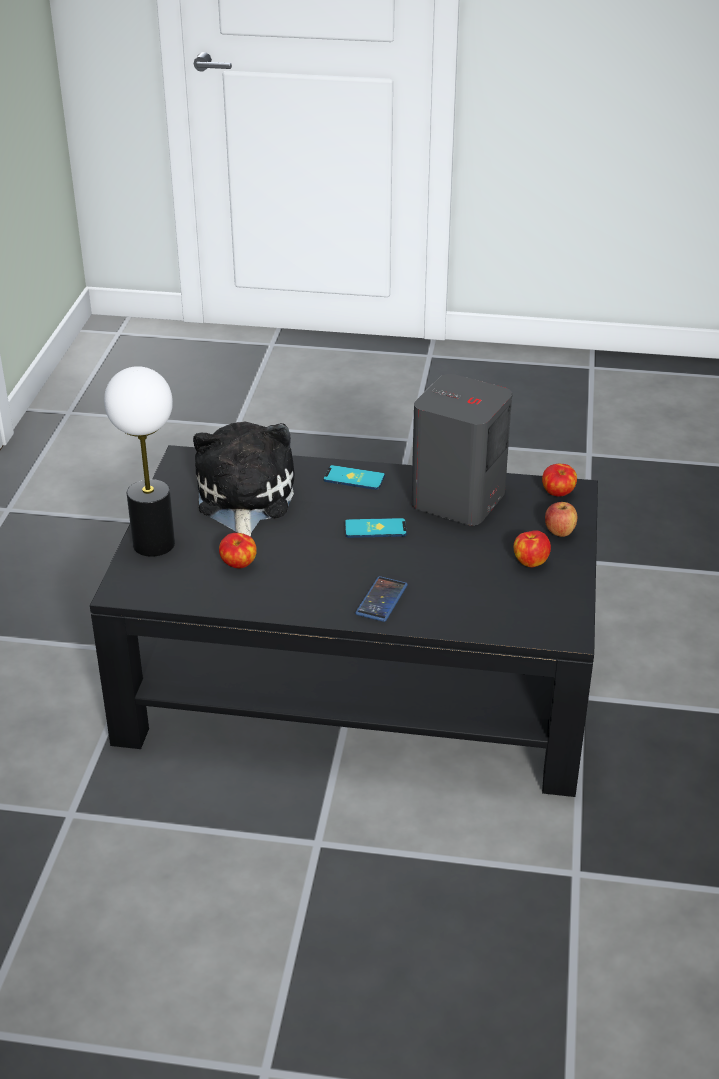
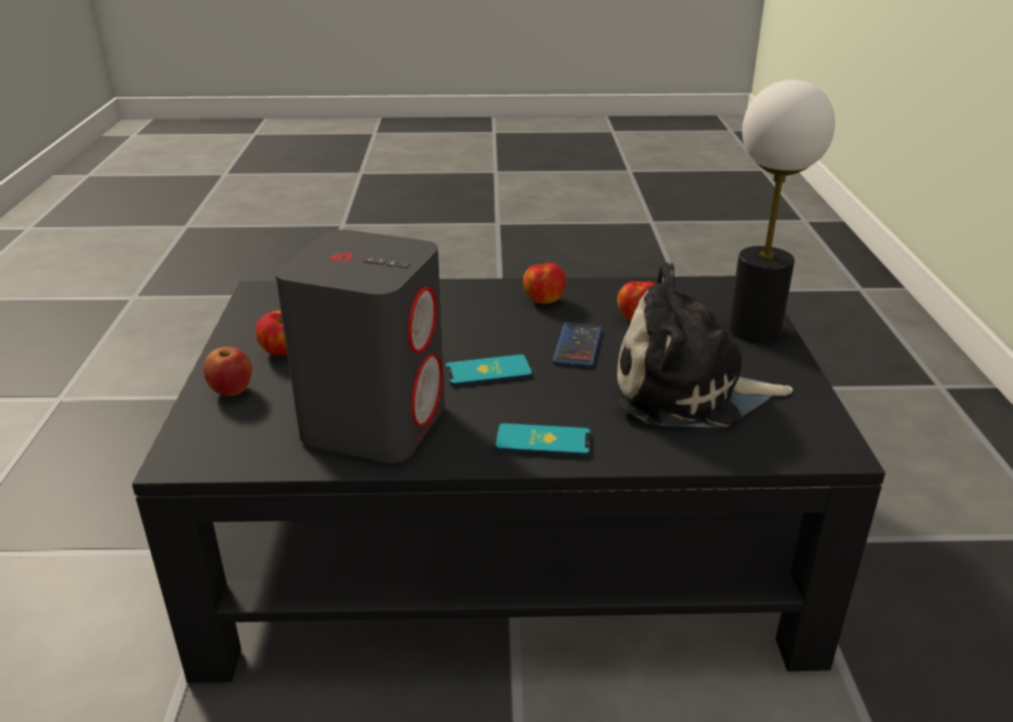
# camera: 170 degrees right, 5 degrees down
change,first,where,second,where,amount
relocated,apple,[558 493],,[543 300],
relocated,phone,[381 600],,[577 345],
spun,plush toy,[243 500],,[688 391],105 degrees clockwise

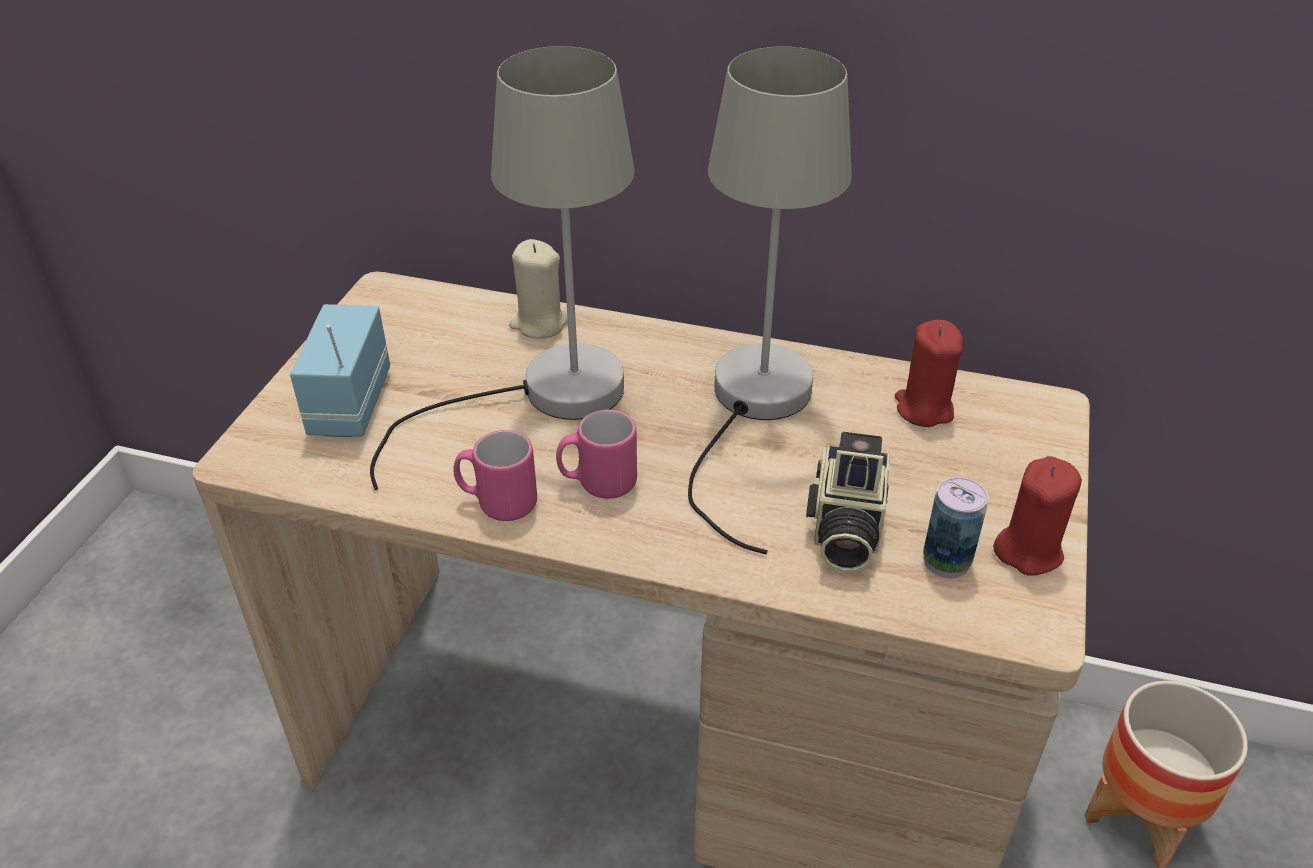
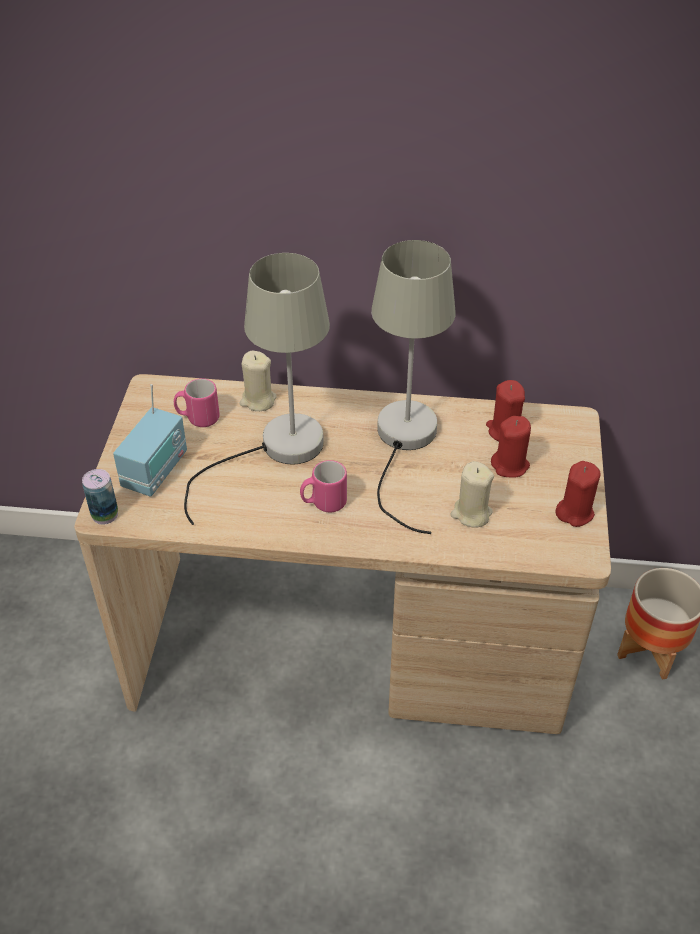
# camera: 10 degrees left, 5 degrees up
change,first,where,second,where,amount
relocated,can,[946 561],,[105 515],
spun,radio,[349 404],,[156 471],150 degrees counterclockwise
relocated,mug (pink),[497 503],,[198 418],
exchanged,photo camera,[843 530],candle (beige),[471 513],
appeared,,,candle (red),[510 465],

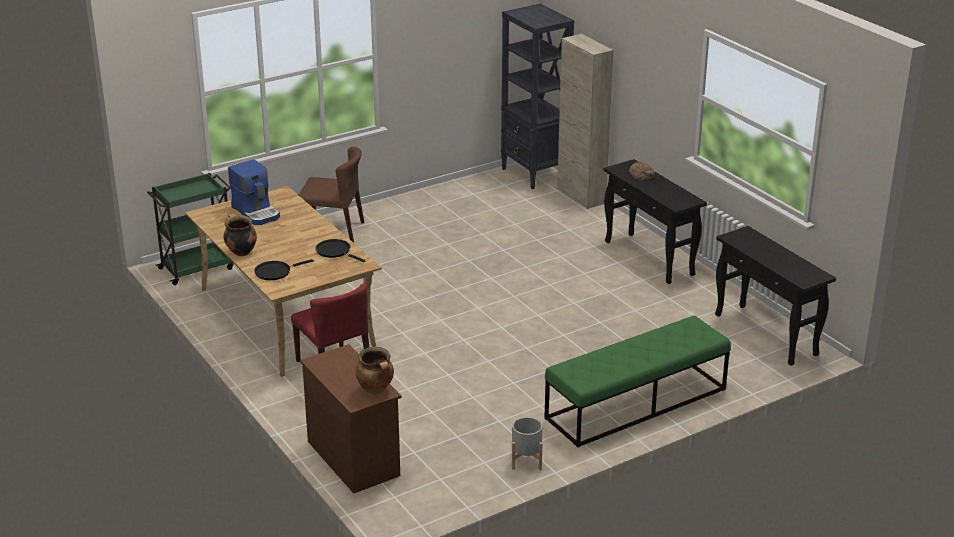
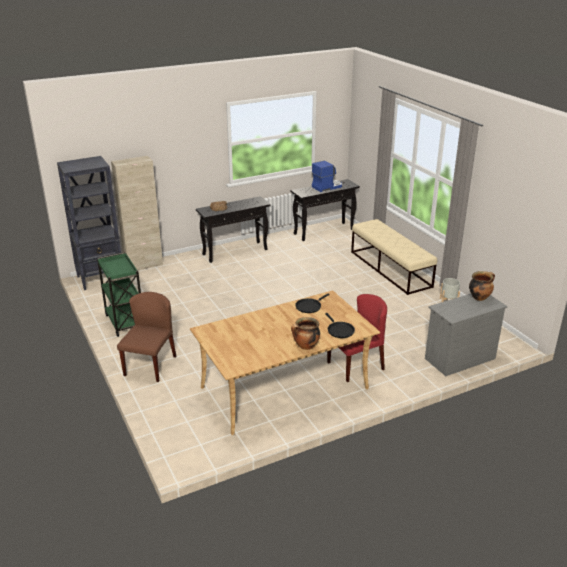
# camera: 85 degrees left, 0 degrees up
change,first,where,second,where,amount
relocated,cart (green),[197 268],,[125 321],
relocated,coffee machine,[256 212],,[326 187],
colour,bench (green),[635 404],bench (beige),[390 269],
colour,dresser (brown),[353 458],dresser (grey),[459 358],

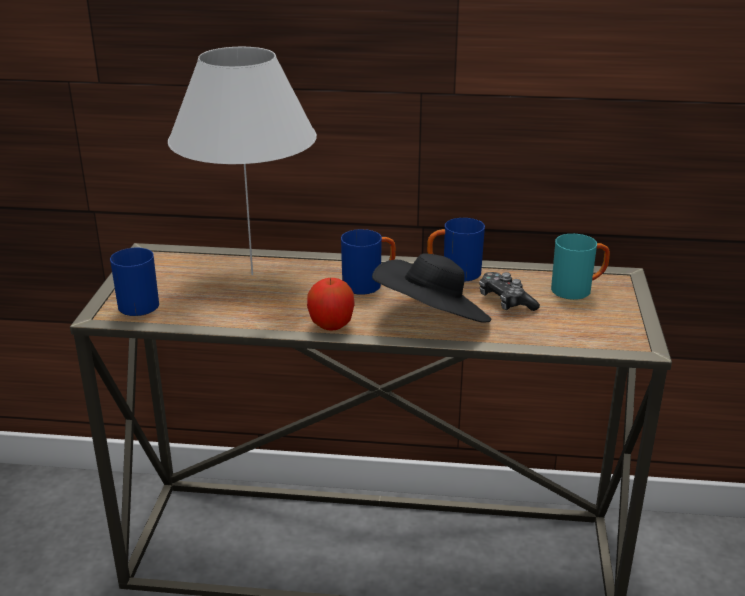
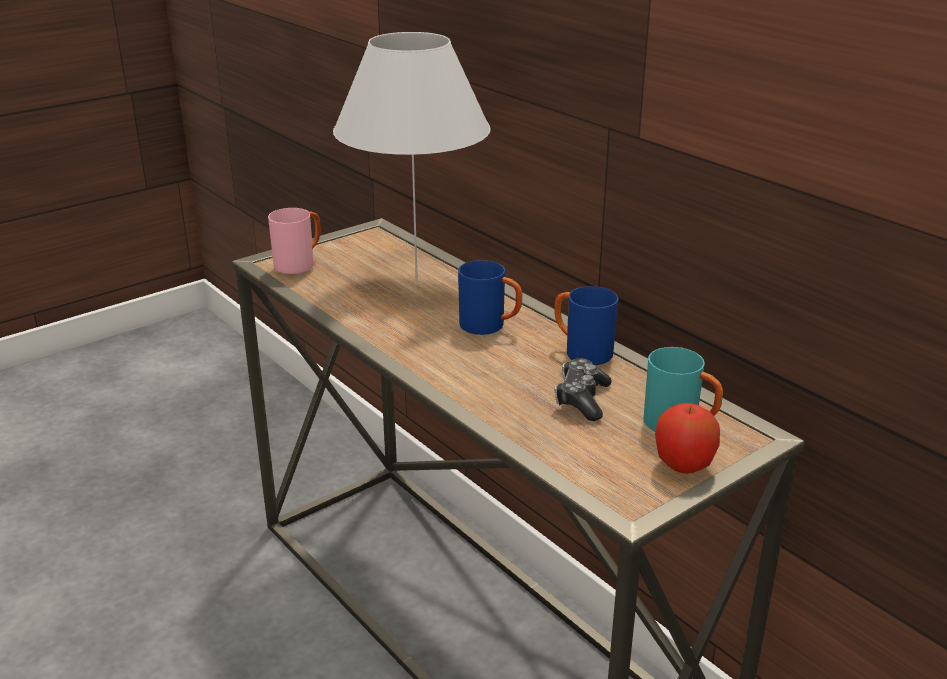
# camera: 45 degrees right, 0 degrees up
change,first,where,second,where,amount
colour,mug (blue),[139 302],mug (pink),[300 263],
relocated,apple,[331 325],,[683 464],
missing,hat (black),[432 320],,,

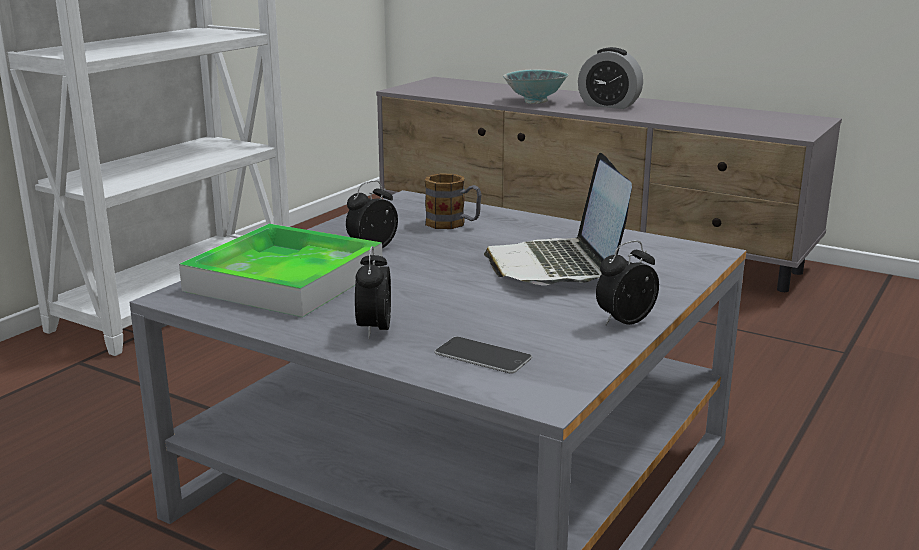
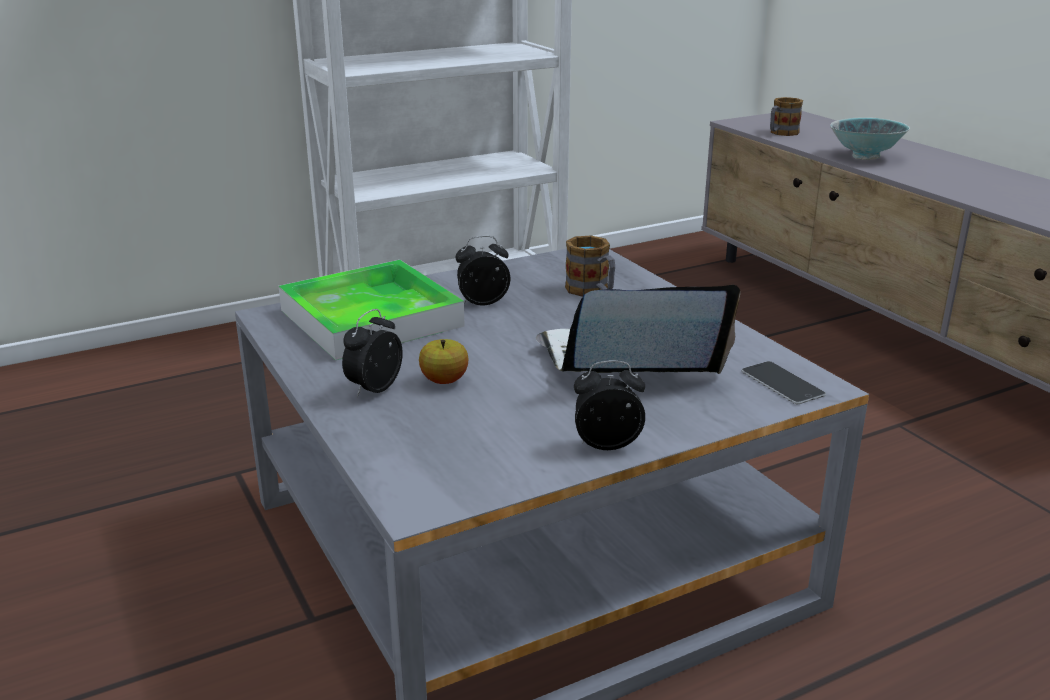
# camera: 30 degrees right, 5 degrees up
change,first,where,second,where,amount
appeared,,,apple,[444 380],
spun,laptop,[557 266],,[628 363],60 degrees clockwise
relocated,phone,[483 355],,[782 383],
appeared,,,mug,[781 133],
missing,alarm clock,[609 105],,,

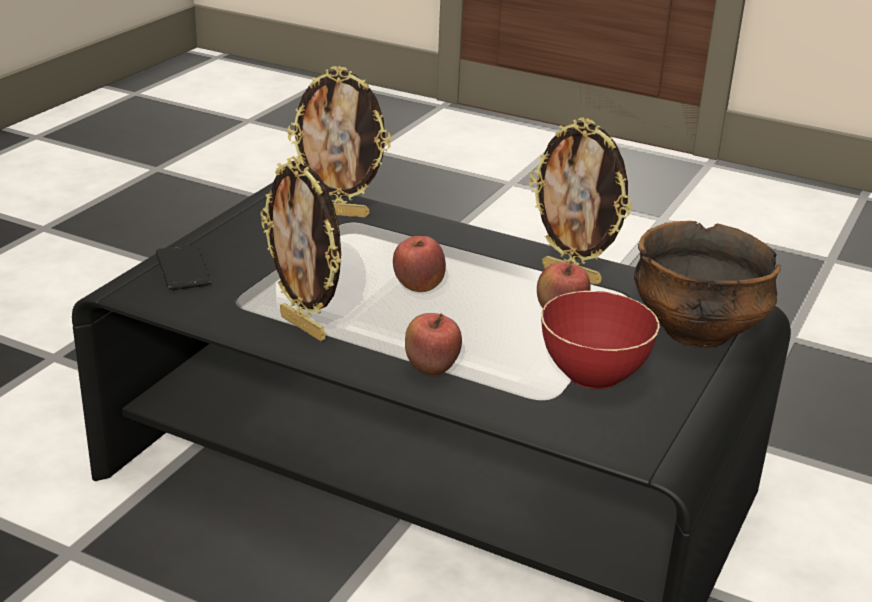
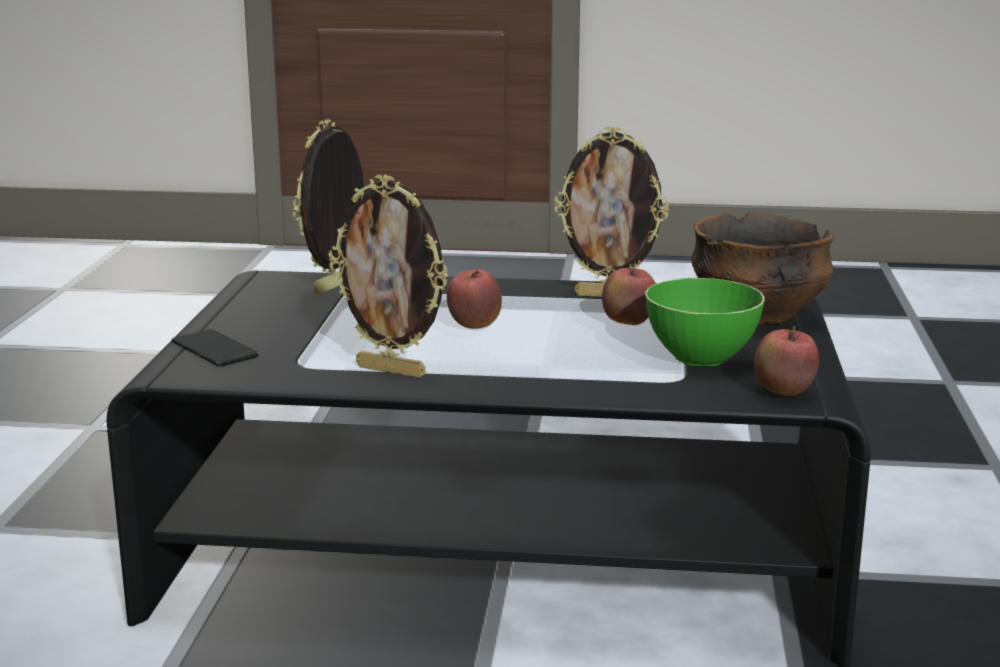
# camera: 20 degrees left, 10 degrees down
change,first,where,second,where,amount
spun,picture frame,[339 213],,[336 287],135 degrees clockwise
colour,bowl (red),[593 374],bowl (green),[701 357],
relocated,apple,[431 370],,[784 393],

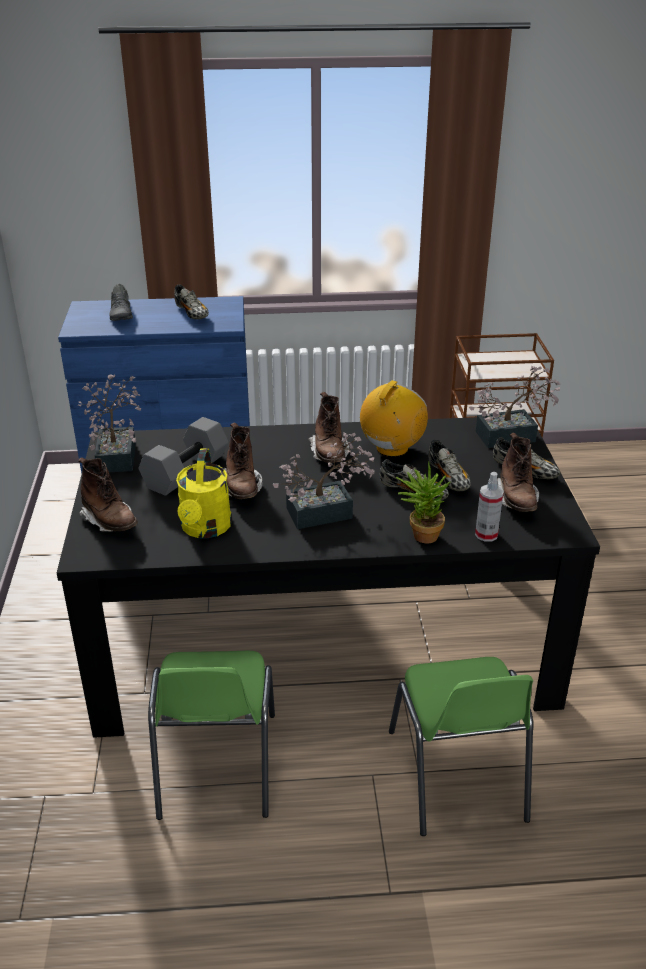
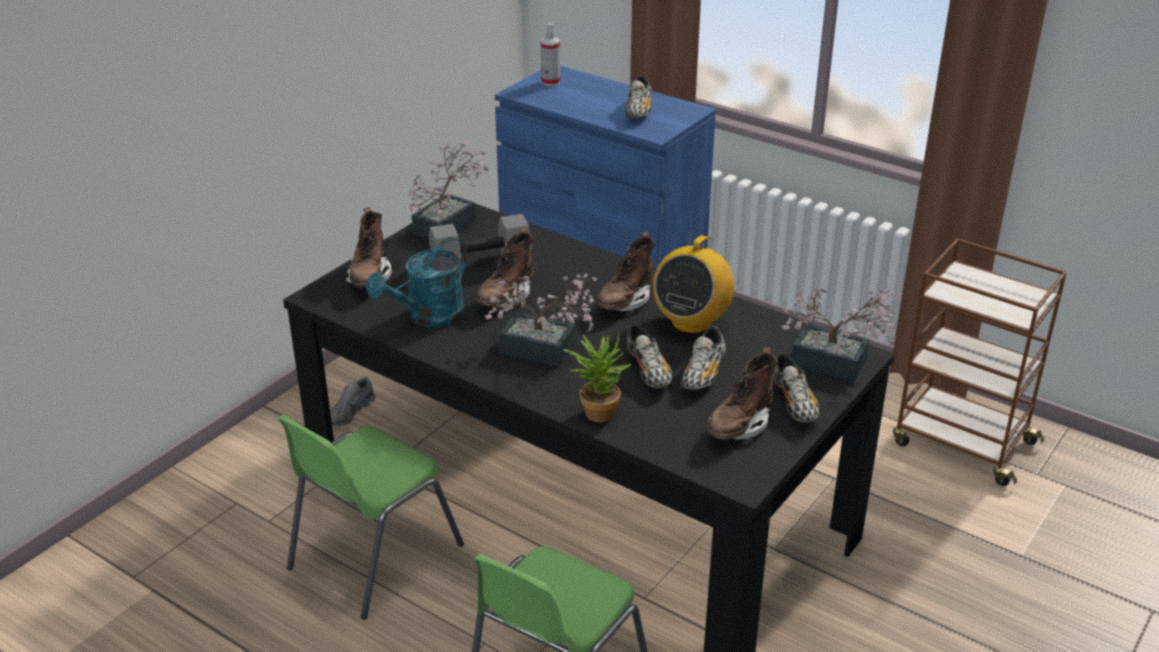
# camera: 40 degrees right, 0 degrees up
change,first,where,second,where,amount
relocated,shoe (grey),[122 314],,[349 413],
colour,watering can (yellow),[205 529],watering can (turquoise),[428 318],
relocated,spray bottle,[486 534],,[550 82],
spun,radio,[392 449],,[691 322],135 degrees clockwise

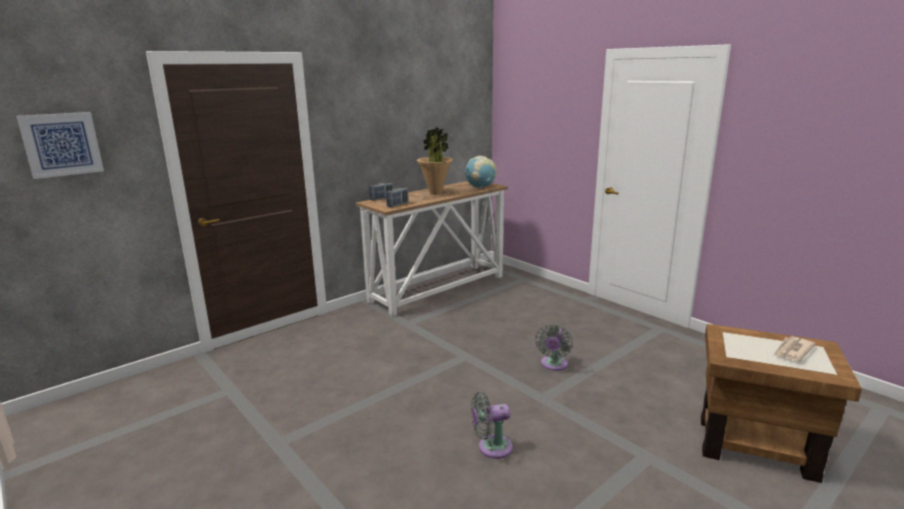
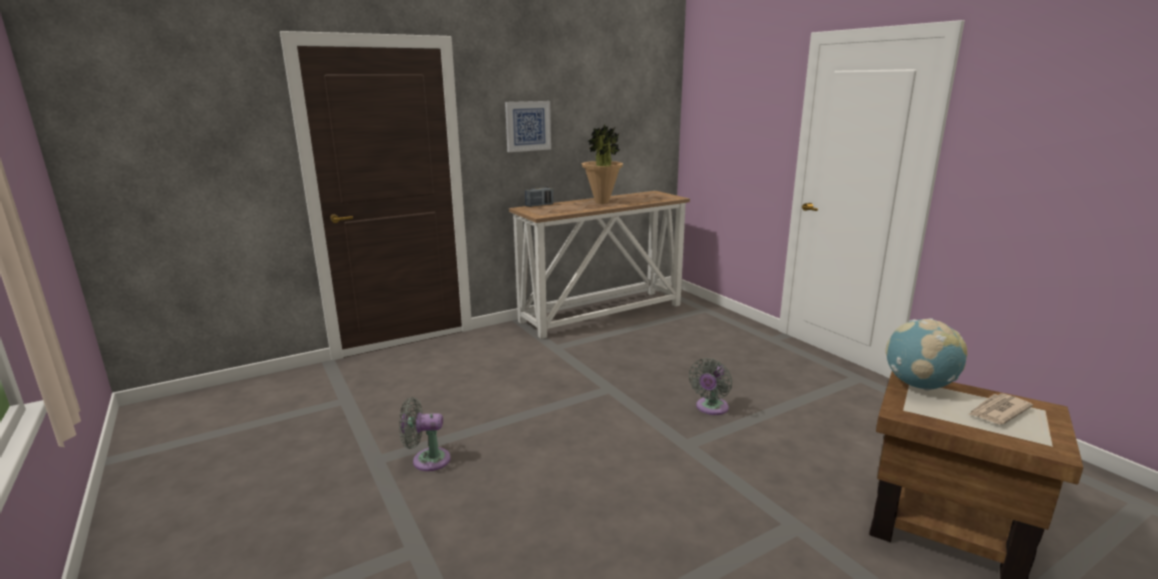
# camera: 10 degrees right, 0 degrees up
change,first,where,second,where,amount
relocated,fan (grey),[491 447],,[427 460],
relocated,picture,[62 144],,[528 126],
relocated,globe,[480 187],,[919 385],
missing,radio,[397 204],,,

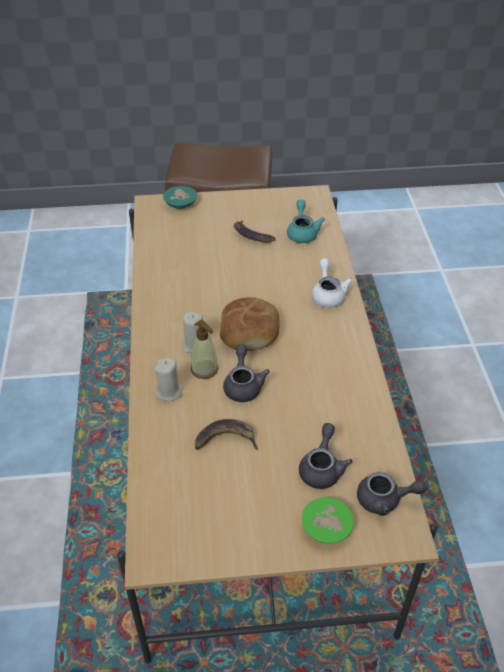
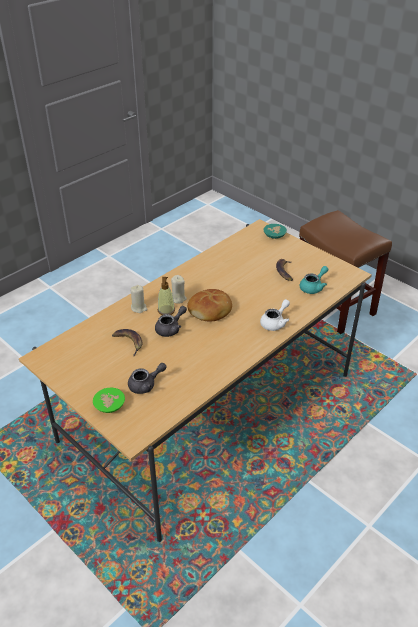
# camera: 50 degrees right, 5 degrees down
change,first,where,second,where,amount
missing,teapot (grey),[385 500],,,

